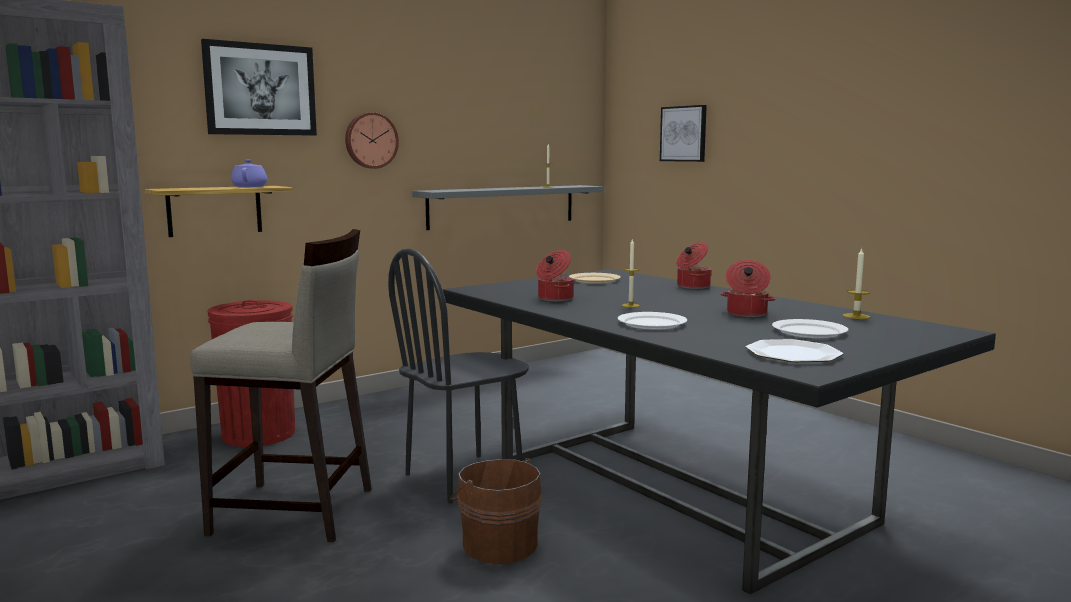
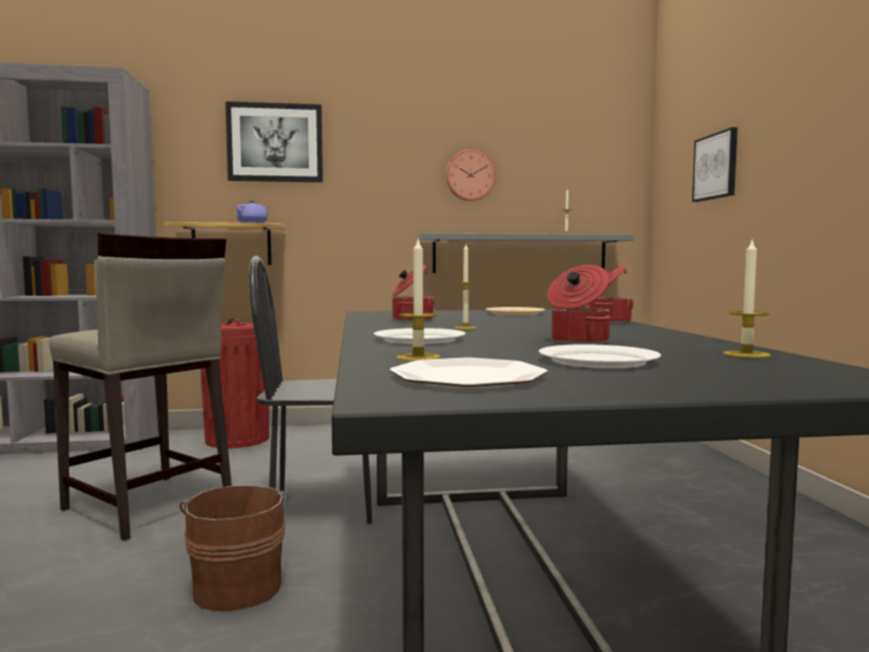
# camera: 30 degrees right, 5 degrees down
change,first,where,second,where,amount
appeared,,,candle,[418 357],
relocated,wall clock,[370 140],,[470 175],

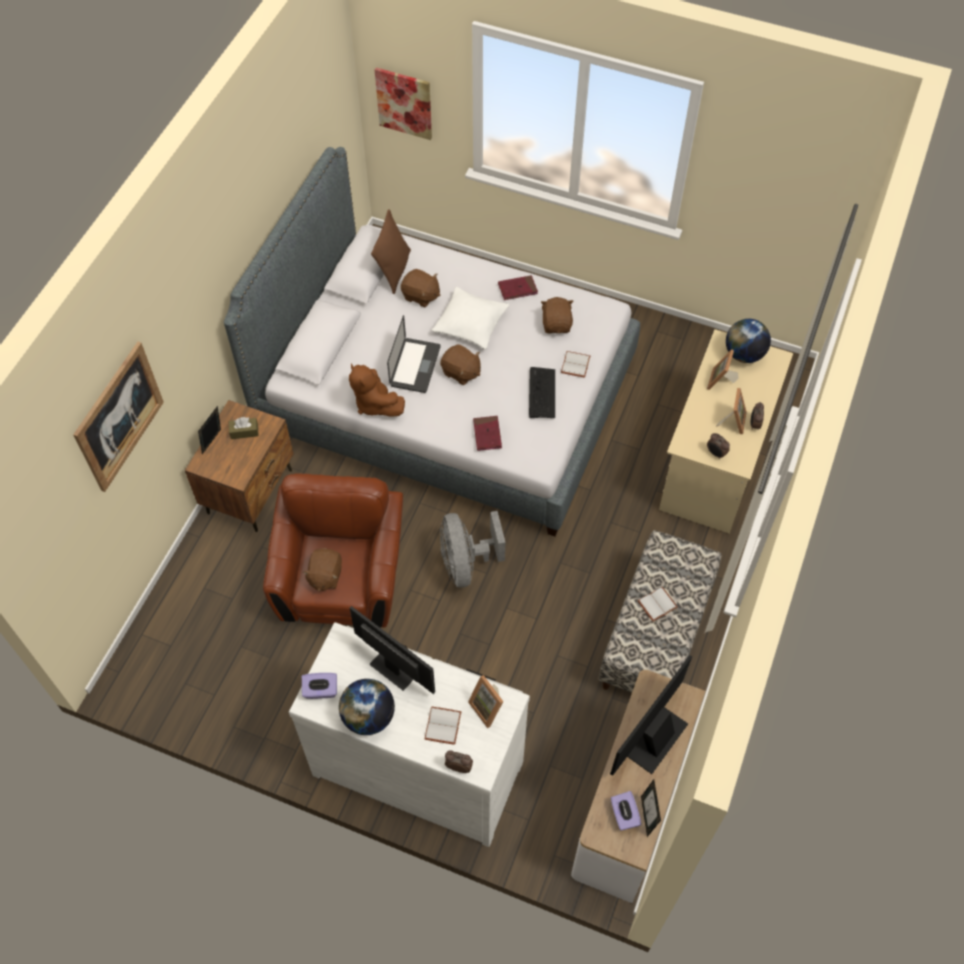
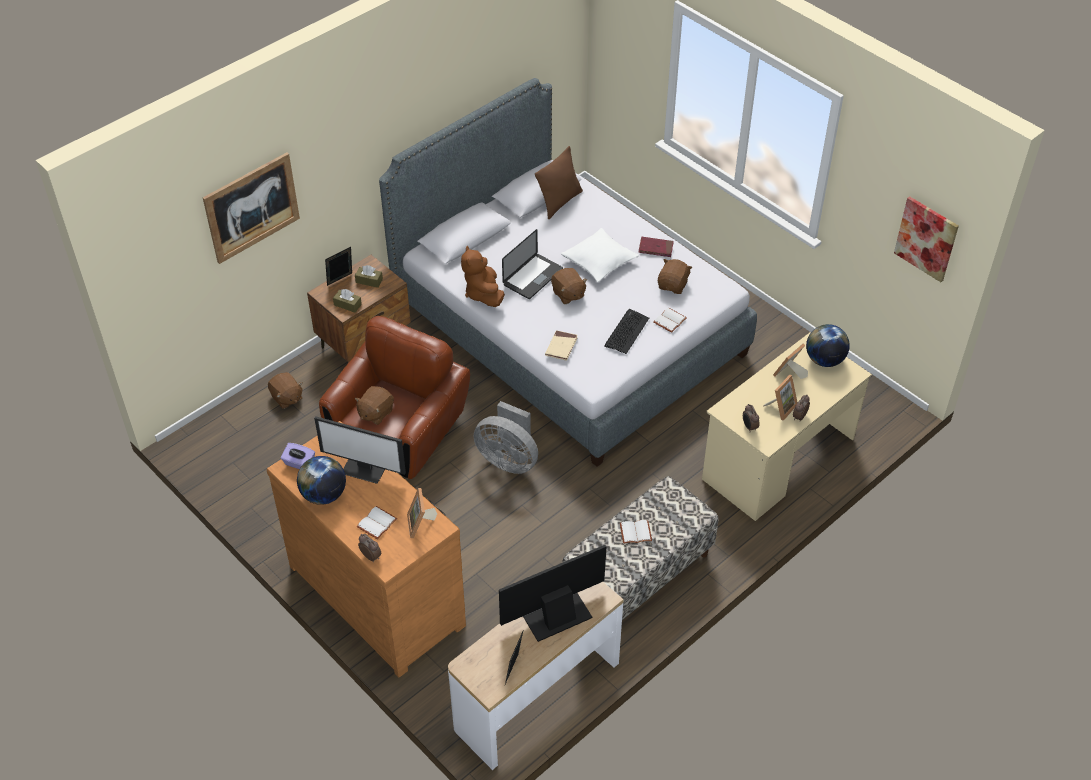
# camera: 25 degrees right, 10 degrees down
change,first,where,second,where,amount
colour,dresser (white),[419 764],dresser (brown),[379 593],
relocated,plush toy (brown),[421 296],,[286 398],
spun,monitor,[394 668],,[364 469],135 degrees clockwise
appeared,,,tissue box (brown),[347 305],
spun,fan (grey),[466 563],,[508 459],75 degrees counterclockwise
colour,book (red),[487 434],book (beige),[561 347],
relocated,picture,[404 103],,[926 238],
missing,tissue box (purple),[624 815],,,

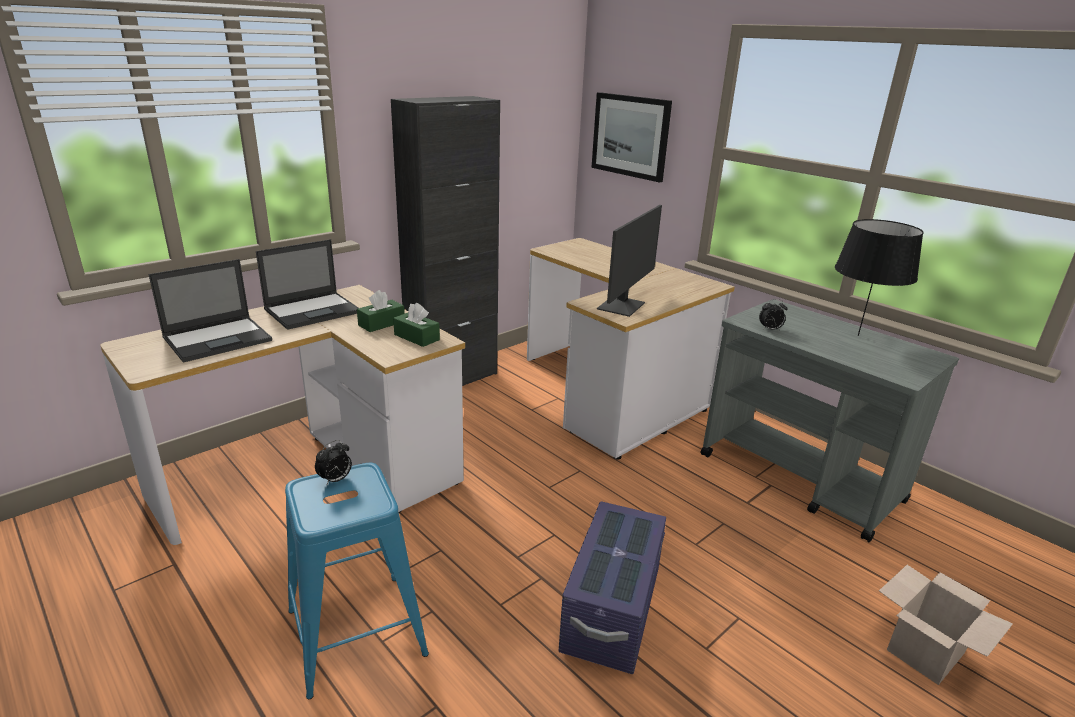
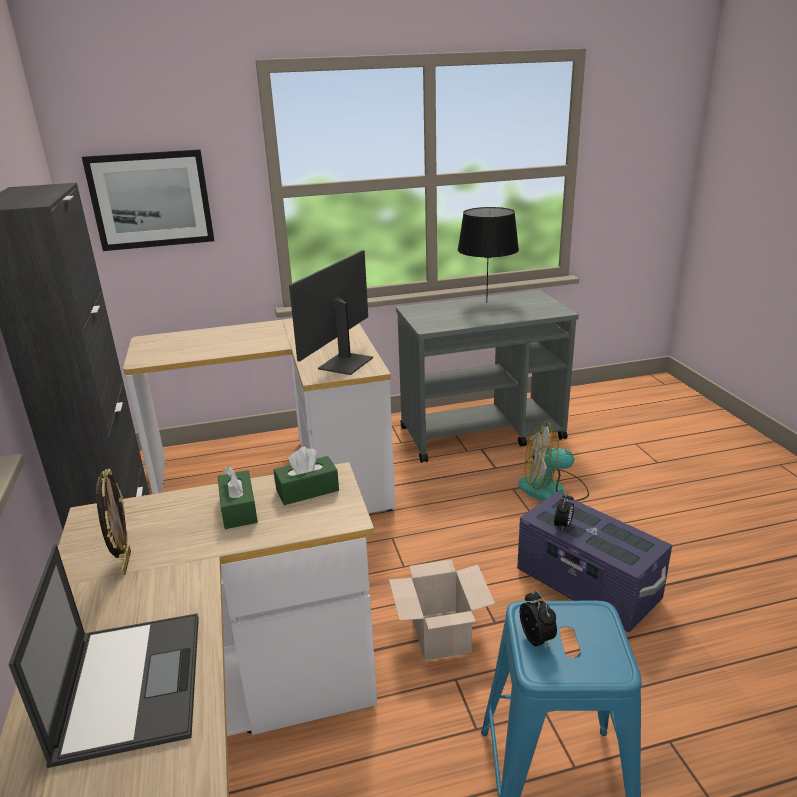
# camera: 60 degrees left, 0 degrees up
change,first,where,second,where,amount
exchanged,laptop,[313 311],picture frame,[125 563],
spun,monitor,[622 306],,[344 363],120 degrees counterclockwise
relocated,cardboard box,[925 650],,[439 634],
appeared,,,fan,[553 490],
relocated,alarm clock,[770 329],,[563 526],

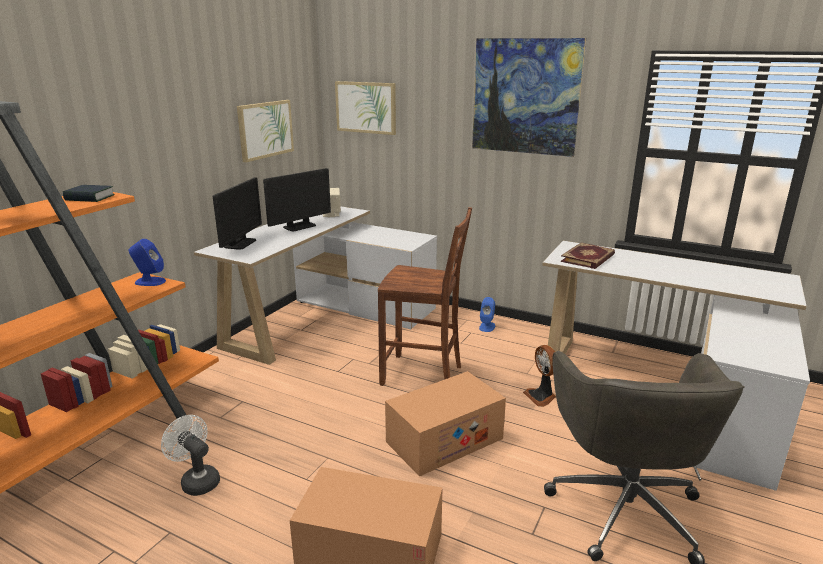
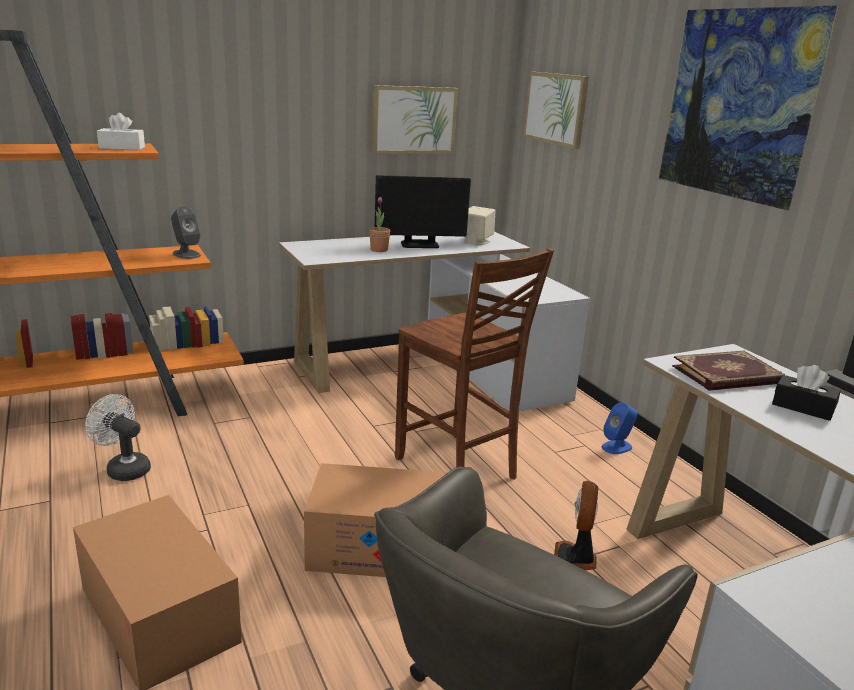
# camera: 35 degrees right, 0 degrees up
change,first,where,second,where,amount
spun,fan (white),[197 480],,[124 468],45 degrees counterclockwise
exchanged,book,[90 198],tissue box (white),[122 148],
colour,speaker (blue),[149 281],speaker (grey),[186 254],
appeared,,,potted plant,[379 250],
appeared,,,tissue box (black),[803 407],
missing,monitor,[240 243],,,

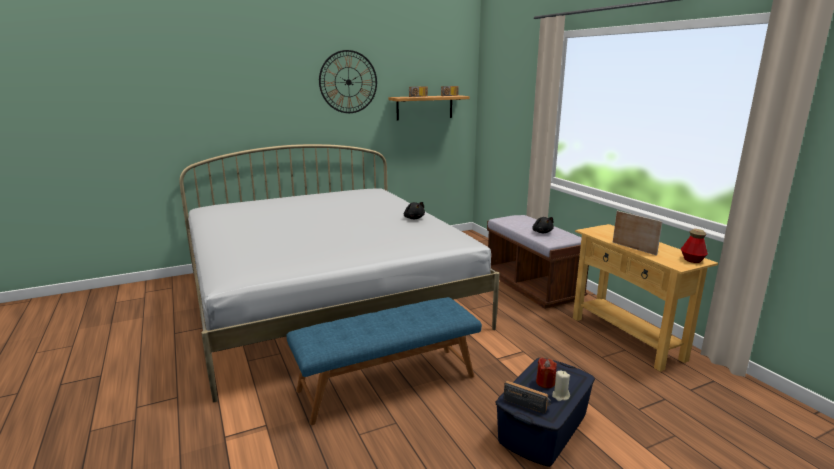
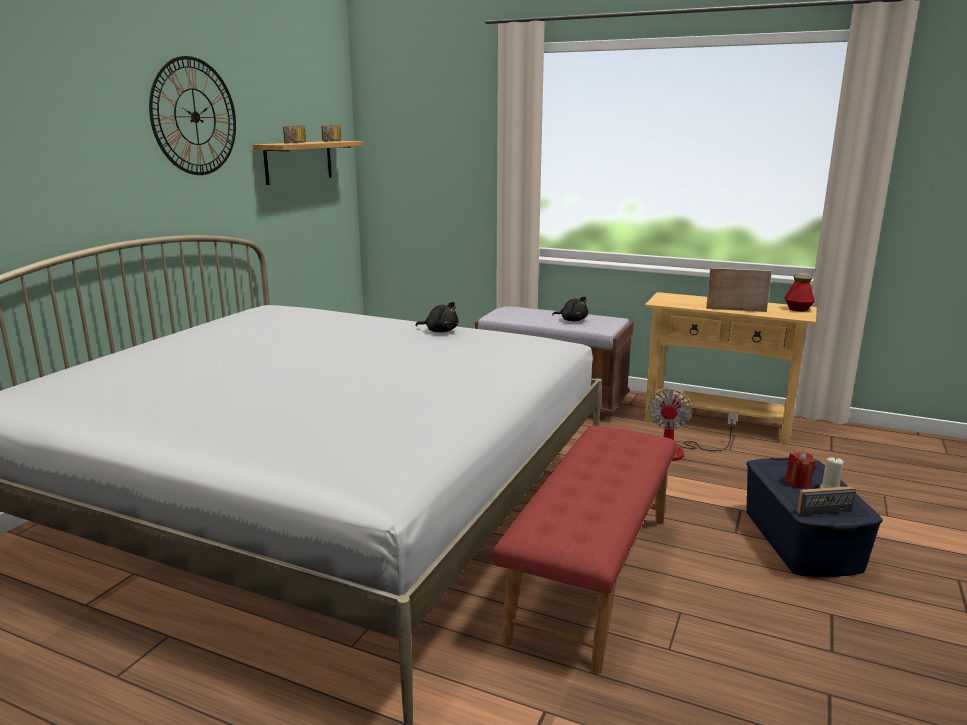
# camera: 40 degrees left, 0 degrees up
change,first,where,second,where,amount
colour,bench (blue),[387 382],bench (red),[591 573],
appeared,,,fan,[678 452],

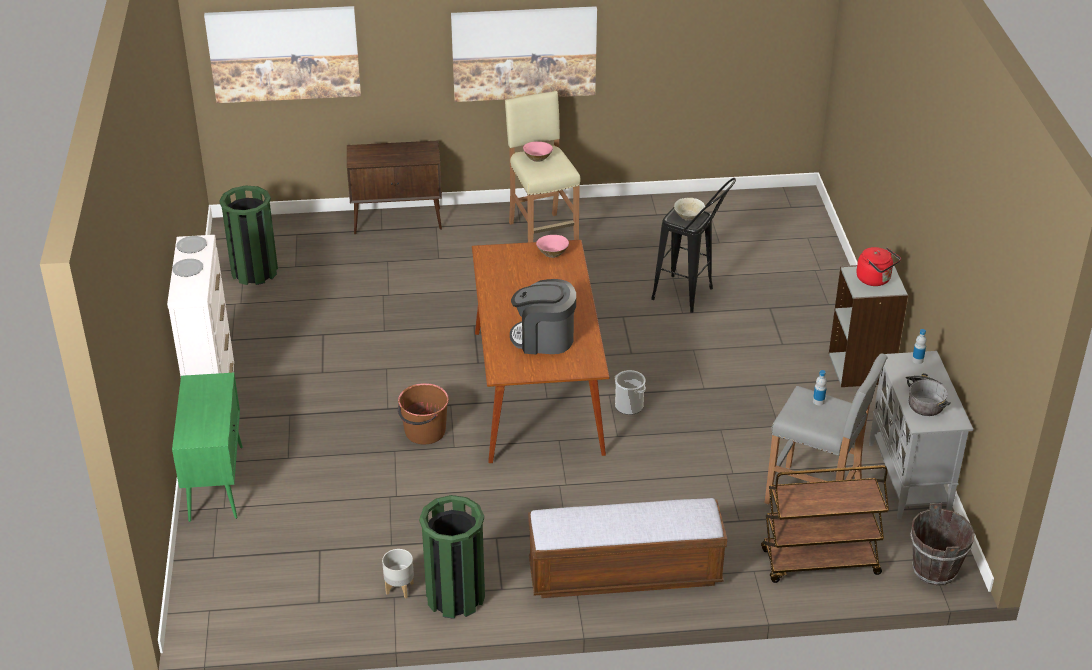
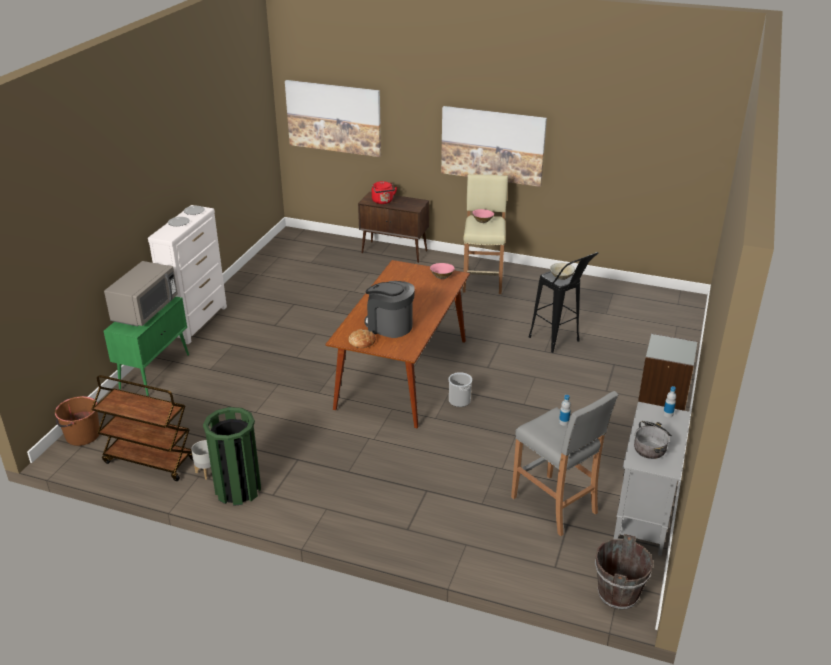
# camera: 25 degrees right, 5 degrees down
change,first,where,second,where,amount
relocated,bucket (brown),[424 432],,[82 435],
relocated,cart (brown),[819 563],,[149 461],
appeared,,,microwave (grey),[145 310],
appeared,,,bread,[362 341],
relocated,kettle (red),[875 280],,[383 201],
missing,trash can (green),[254 271],,,
missing,bench,[624 574],,,

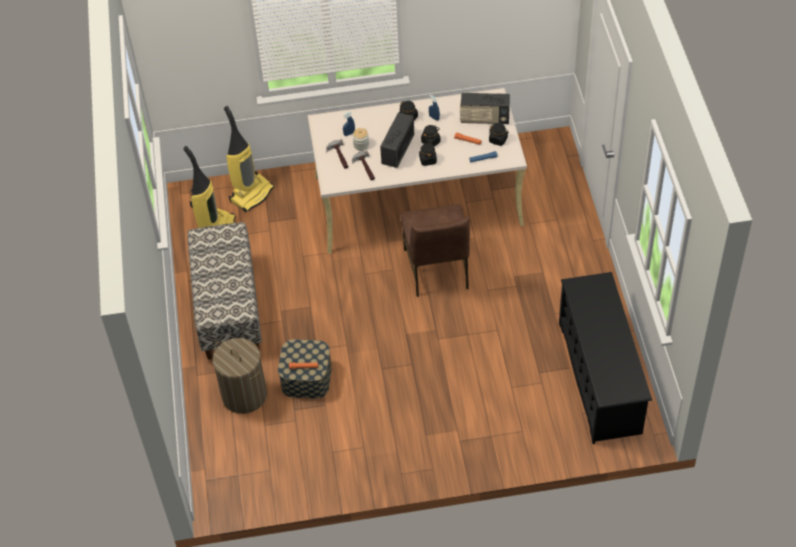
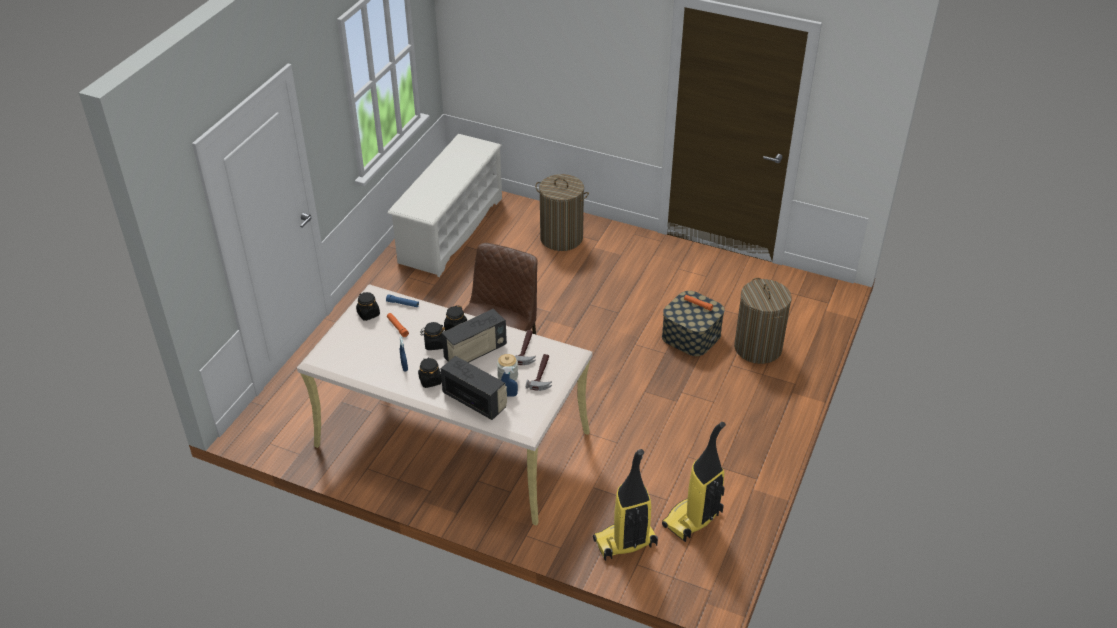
# camera: 150 degrees left, 10 degrees down
change,first,where,second,where,amount
colour,shoe rack (black),[600 378],shoe rack (white),[450 230],
relocated,radio,[484 119],,[475 401],
appeared,,,laundry basket,[561 238],
missing,bench,[228 308],,,

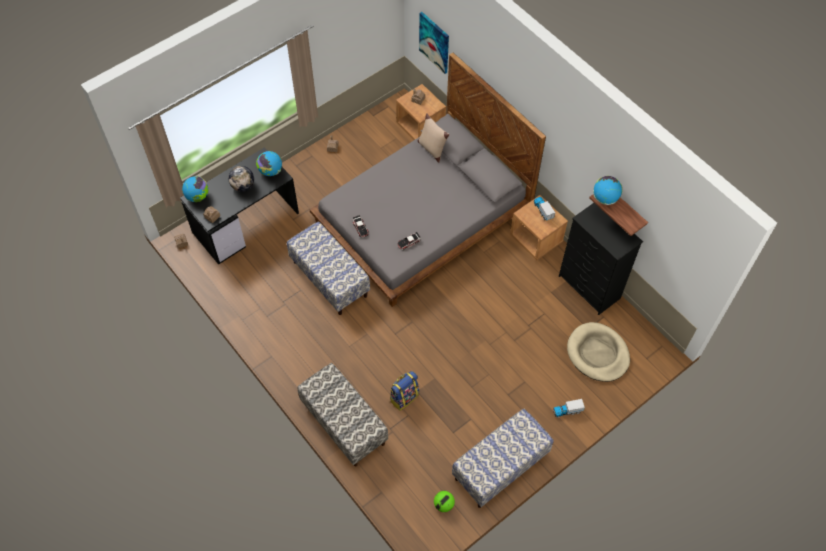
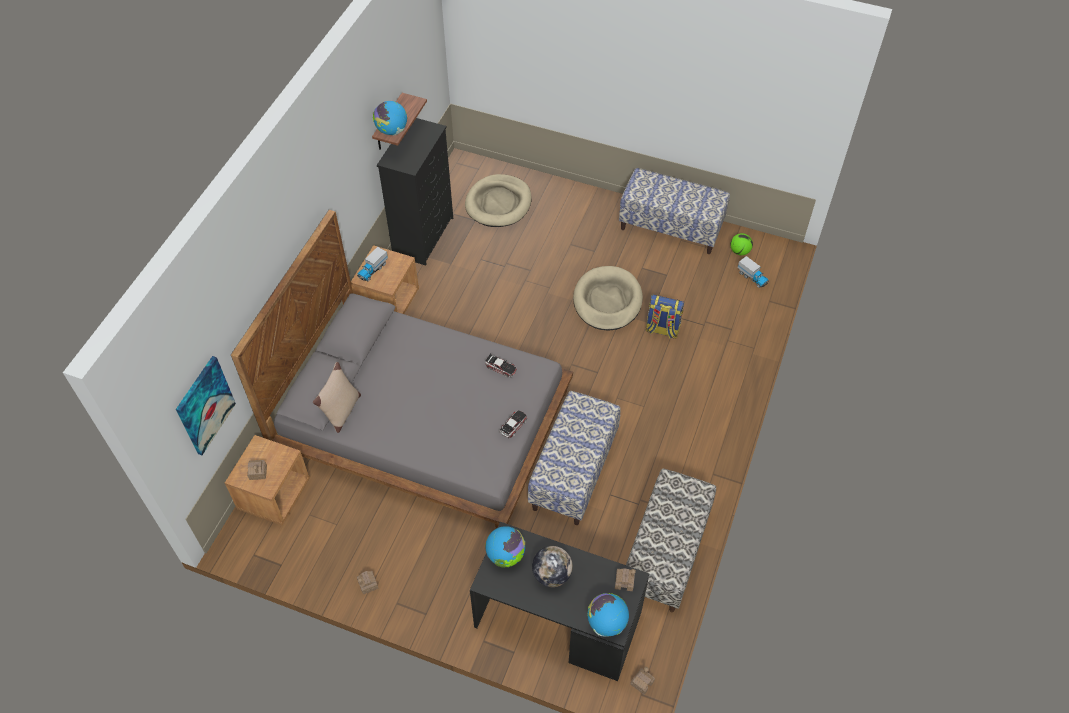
# camera: 120 degrees left, 5 degrees down
change,first,where,second,where,amount
appeared,,,dog bed (beige),[607 301],
relocated,bench,[343 423],,[666 553],
relocated,toy truck,[567 411],,[752 277],

